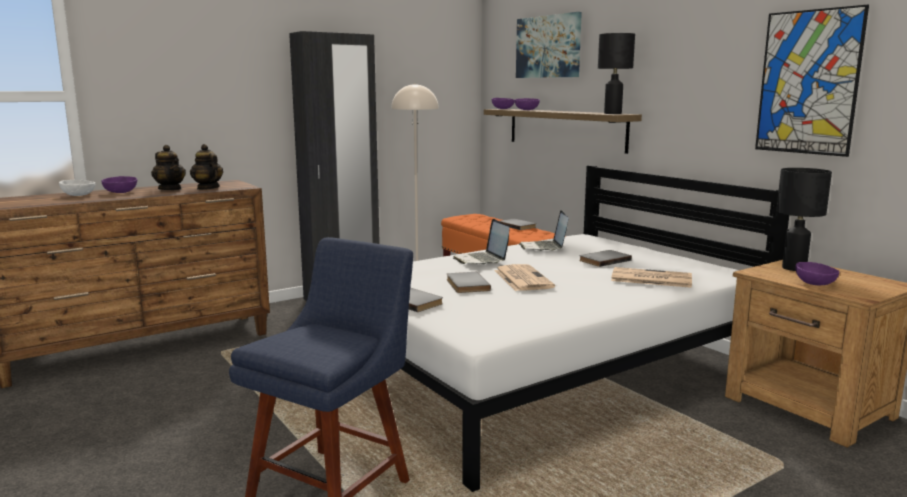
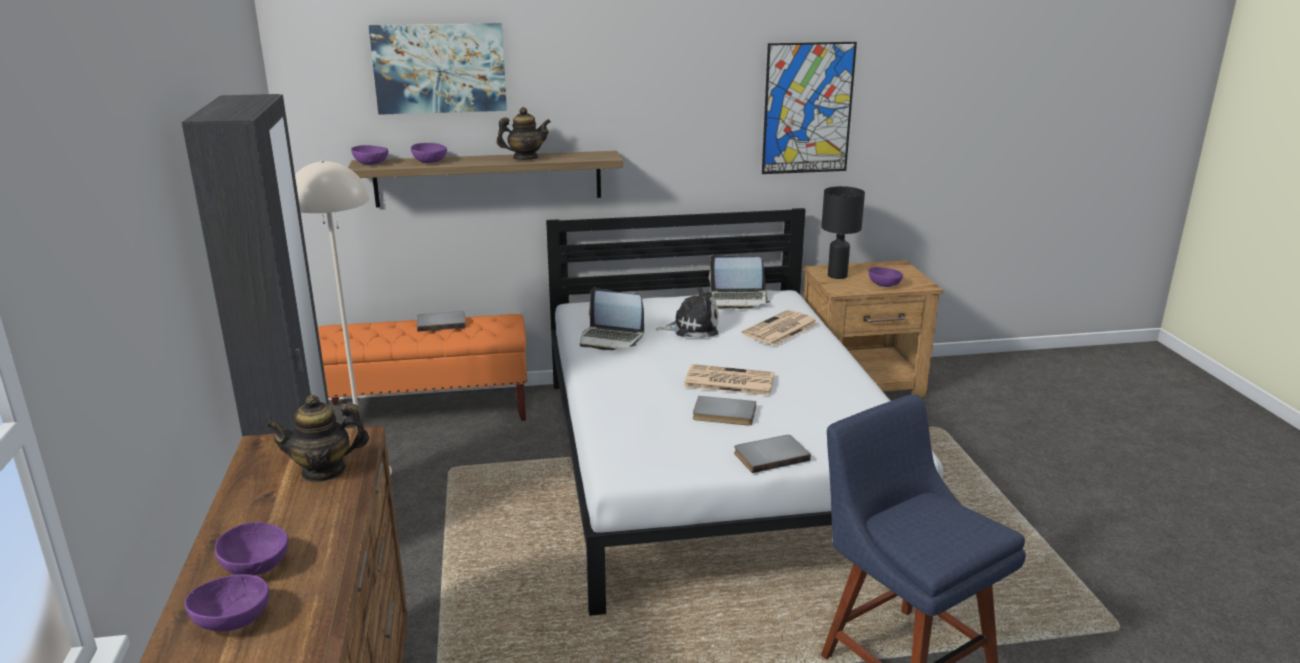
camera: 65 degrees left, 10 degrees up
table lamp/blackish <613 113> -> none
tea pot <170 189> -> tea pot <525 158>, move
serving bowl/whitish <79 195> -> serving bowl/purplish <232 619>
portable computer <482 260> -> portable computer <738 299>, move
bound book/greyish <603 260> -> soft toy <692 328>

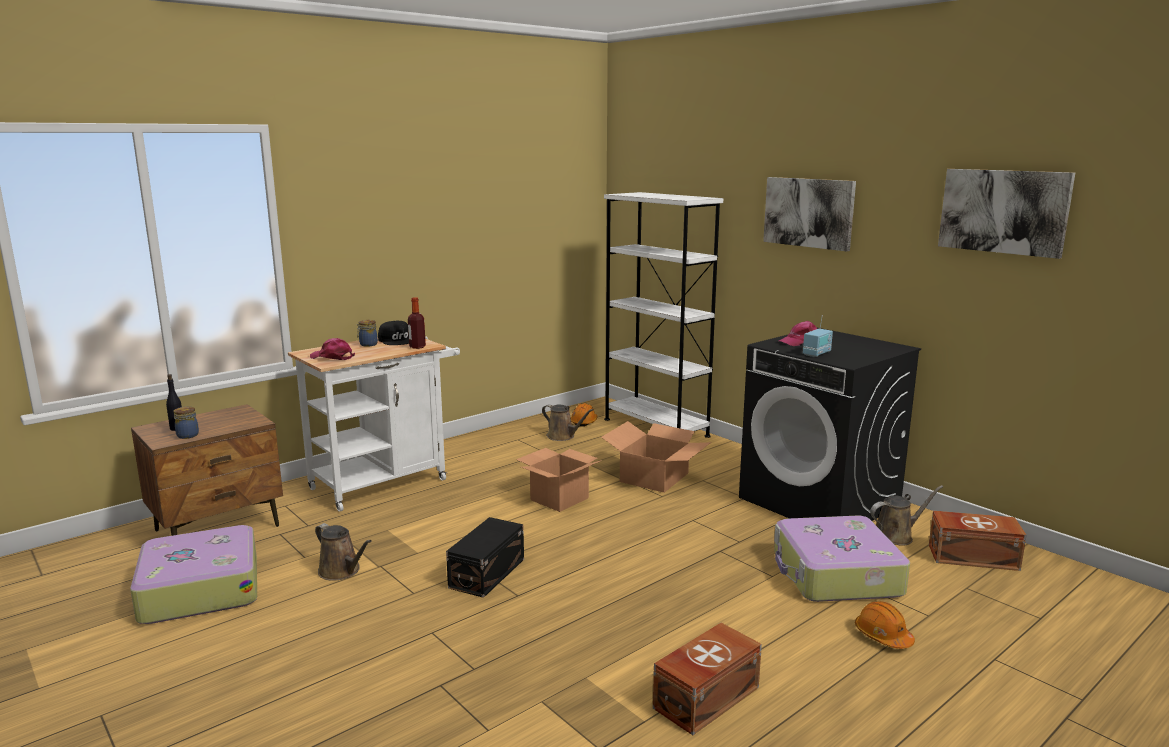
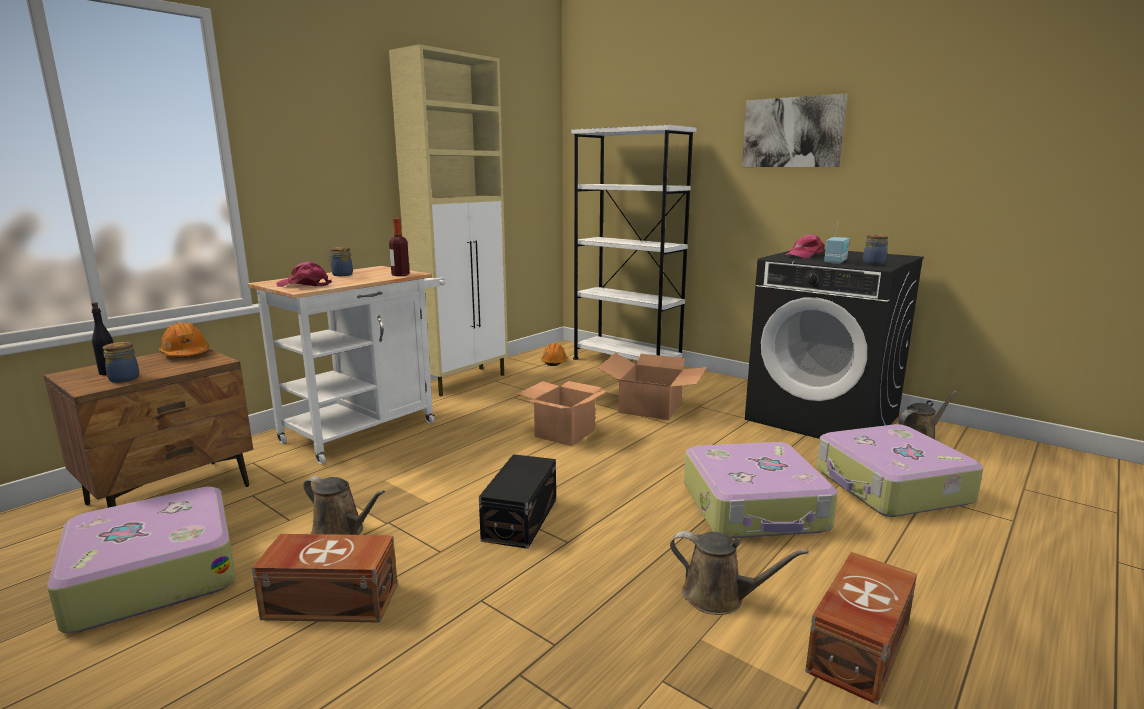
camera: 10 degrees left, 0 degrees up
wall art <1003 211> -> none
peaked cap/blackish <397 340> -> none
watering pot/brown <563 436> -> watering pot/brown <719 597>, move
storage container/brown <971 556> -> storage container/brown <330 600>, move
work helmet/orange <883 636> -> work helmet/orange <186 354>, move
none -> storage cabinet/beige-coloured <463 381>
none -> preserve jar <874 264>
none -> piece of luggage <755 507>

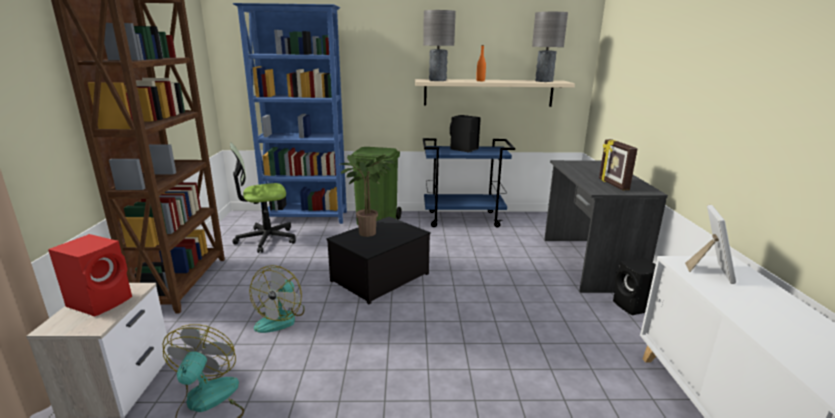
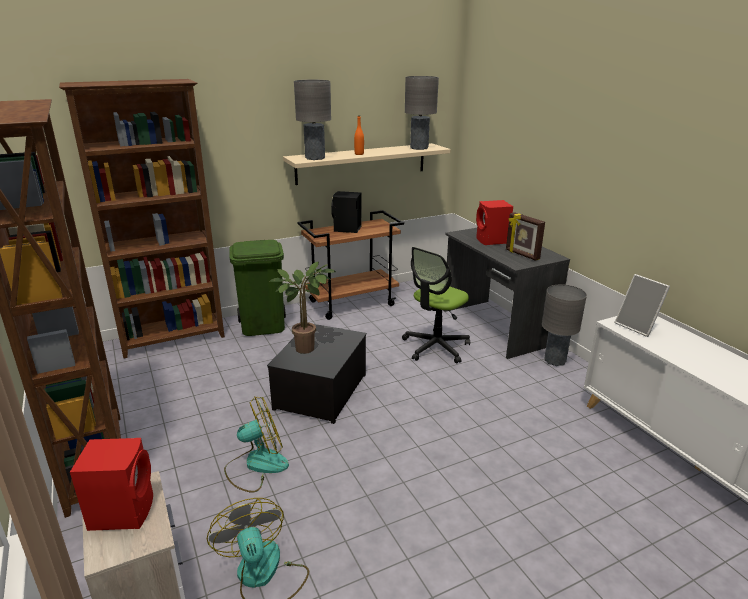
camera: 25 degrees left, 5 degrees up
bookcase/blue-coloured <307 217> -> bookcase/brown <173 338>
trolley/blue-coloured <463 219> -> trolley/brown <352 303>
office chair <266 239> -> office chair <435 347>, move
photo frame <709 271> -> photo frame <637 327>, 150 degrees clockwise
speaker/blackish <635 306> -> table lamp/greyish <555 361>
electric fan <281 318> -> electric fan <256 465>, 105 degrees counterclockwise
none -> speaker/red-coloured <492 241>

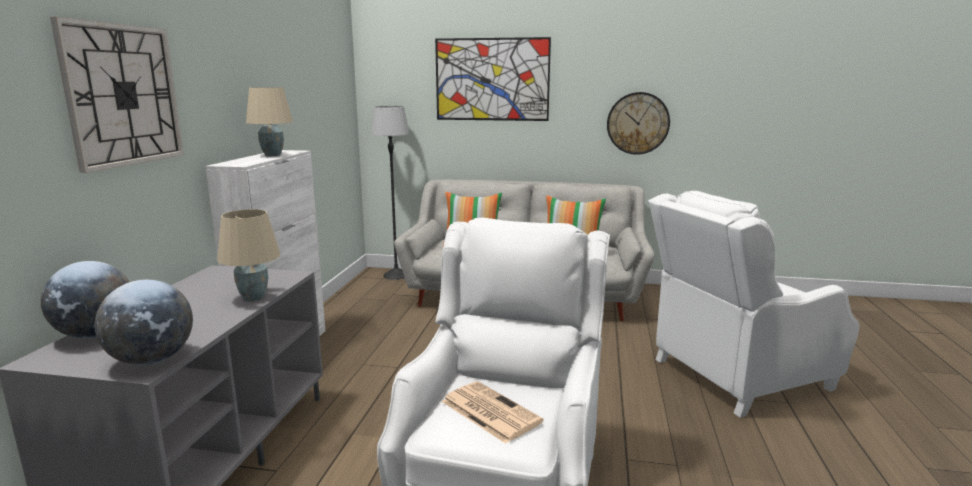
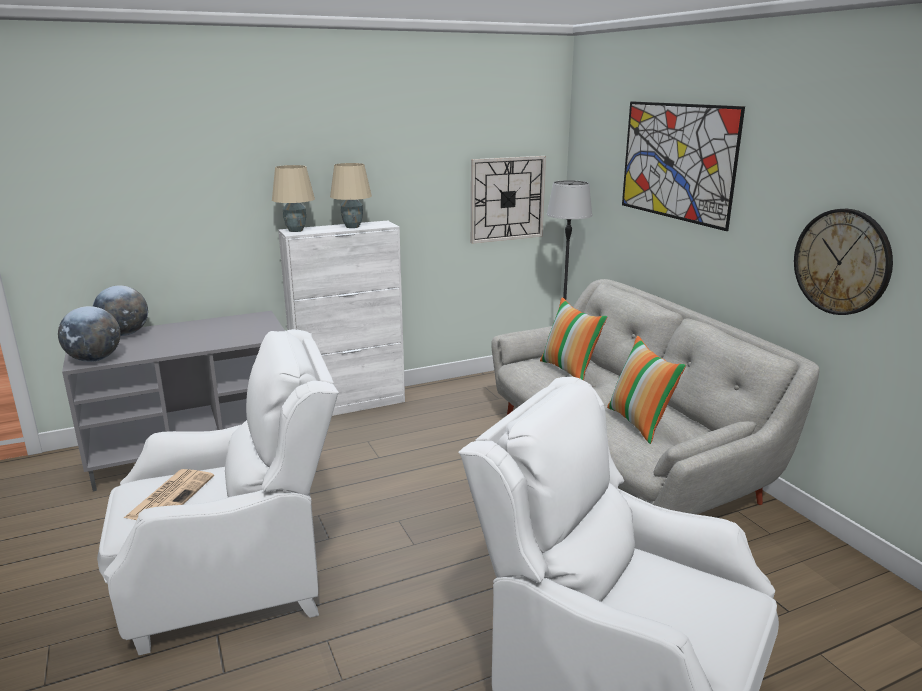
camera: 55 degrees right, 5 degrees up
clock on the wall <123 95> -> clock on the wall <507 199>, move
table lamp/beige-coloured <254 298> -> table lamp/beige-coloured <295 230>, move

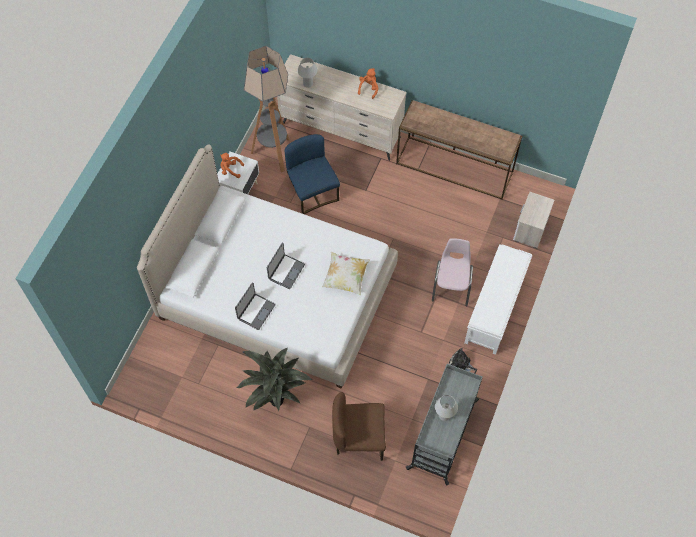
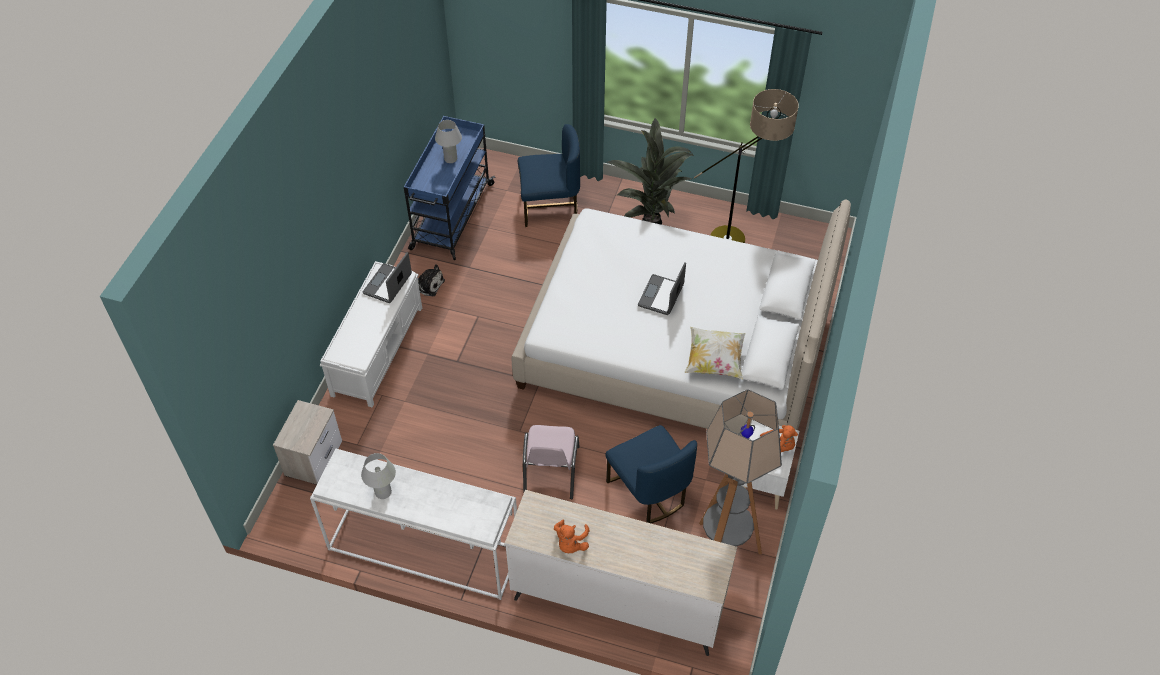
camera: 175 degrees right, 10 degrees down
table lamp/whitish <308 84> -> table lamp/whitish <383 492>, move
narrow table/brown <455 167> -> narrow table/whitish <422 550>
upright chair/pinkish <452 285> -> upright chair/pinkish <550 471>, move
cushion <345 278> -> cushion <714 361>, move
portable computer <255 311> -> portable computer <388 284>, move
trolley/greyish <443 433> -> trolley/blue-coloured <451 217>
upright chair/brown <359 439> -> upright chair/blue-coloured <549 206>
none -> standard lamp <741 239>

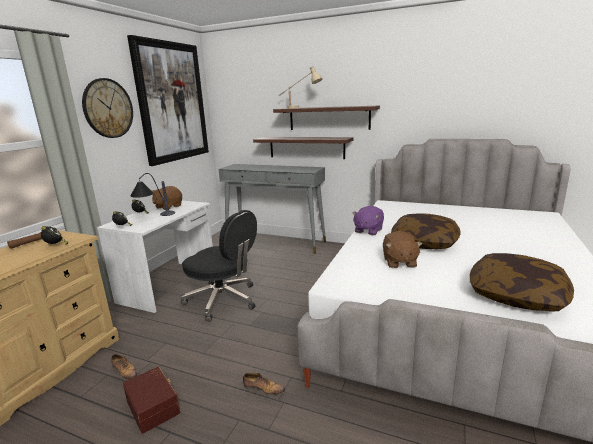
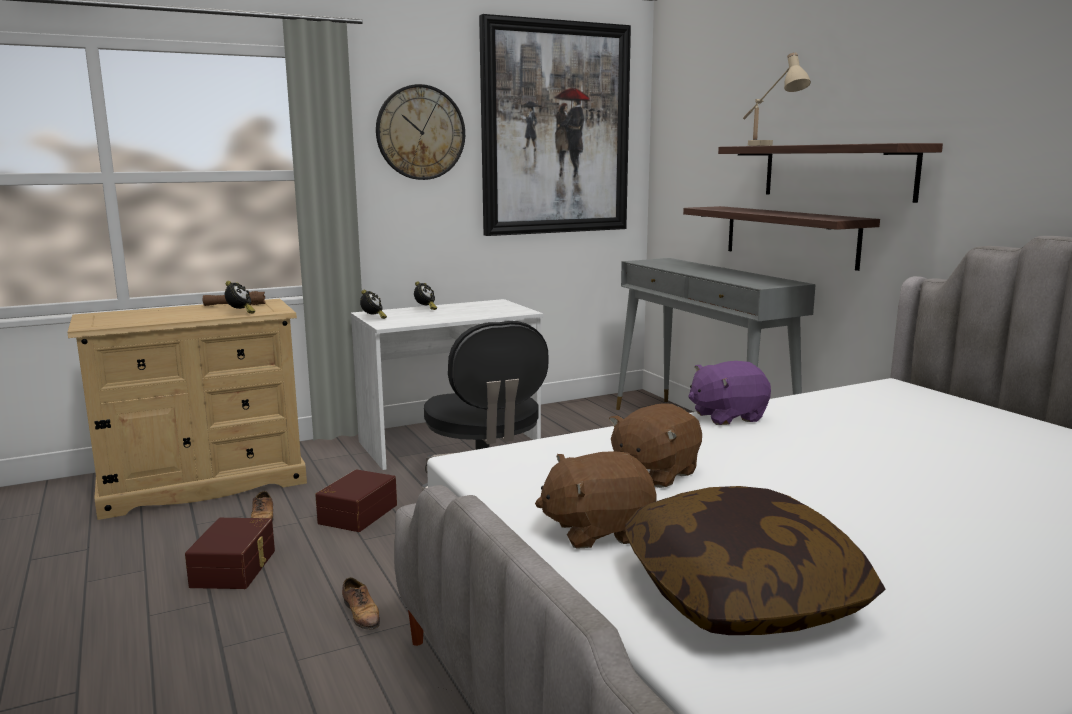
camera: 40 degrees right, 5 degrees down
table lamp <155 217> -> none
soft toy/brown <168 207> -> soft toy/brown <597 531>, move
cushion <424 242> -> none
none -> storage container/brown <356 514>

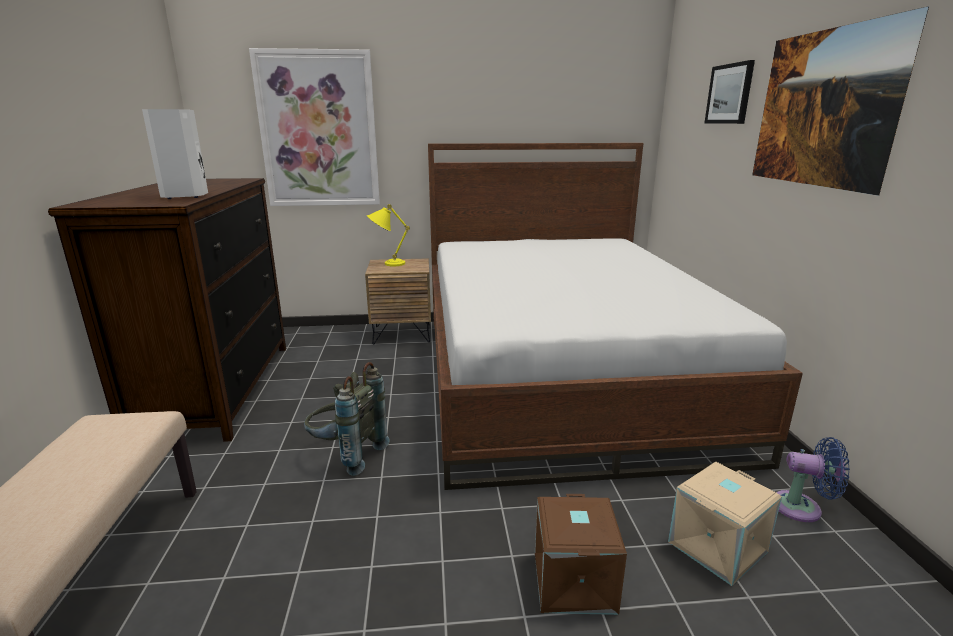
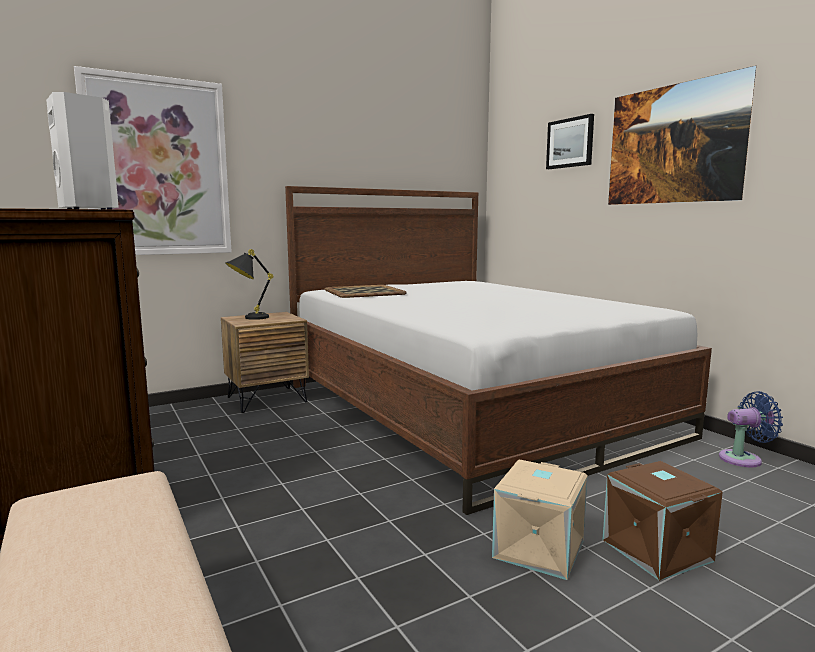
camera: 25 degrees left, 10 degrees down
table lamp/yellow-coloured <387 264> -> table lamp/blackish <248 318>
rucksack/greyish <346 455> -> none
storage container/beige-coloured <718 548> -> storage container/beige-coloured <540 550>, move
none -> serving tray <364 292>

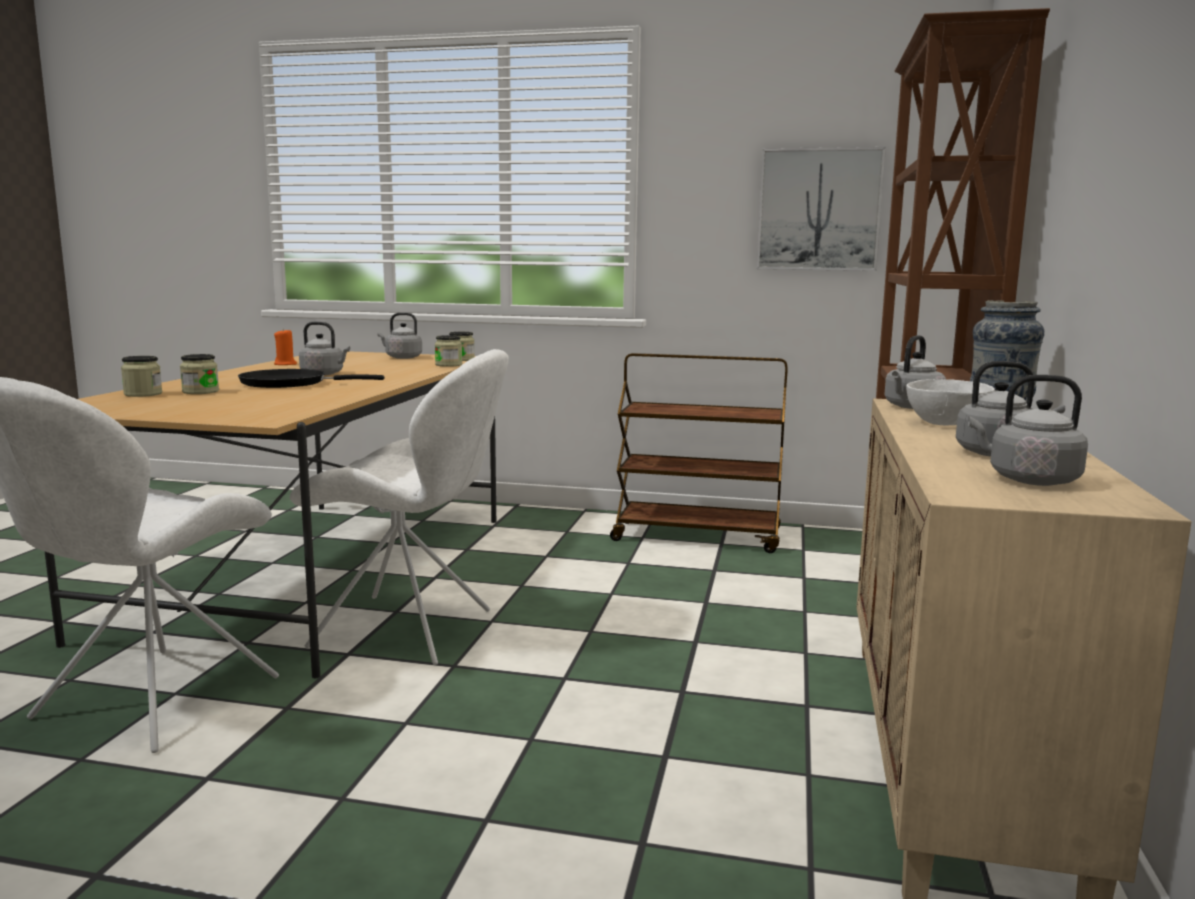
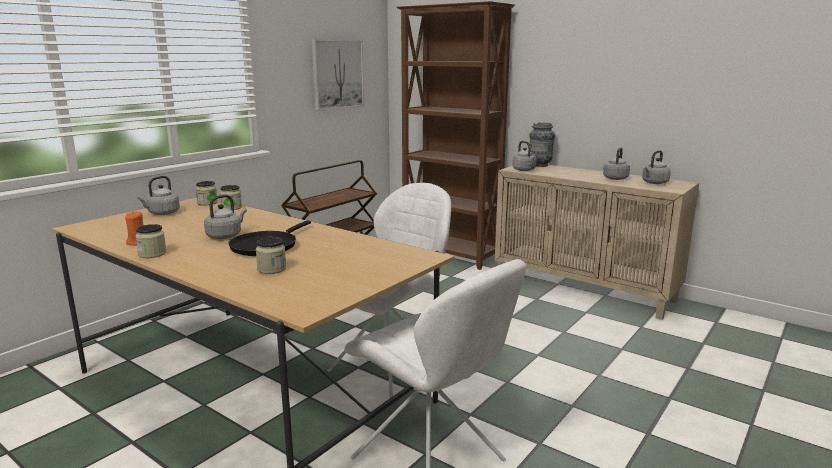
camera: 65 degrees left, 5 degrees up
preserve jar <143 394> -> preserve jar <152 254>, move
serving bowl/whitish <947 423> -> none

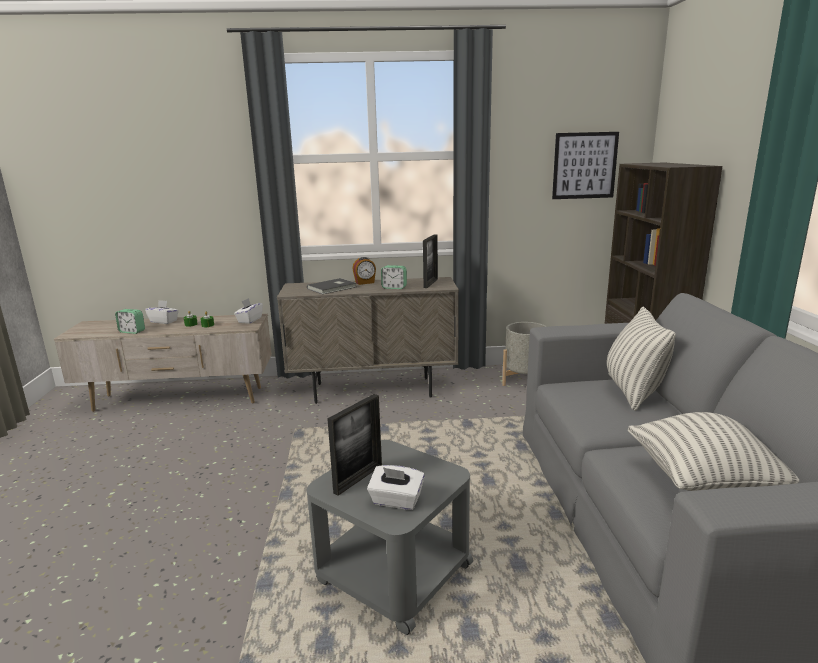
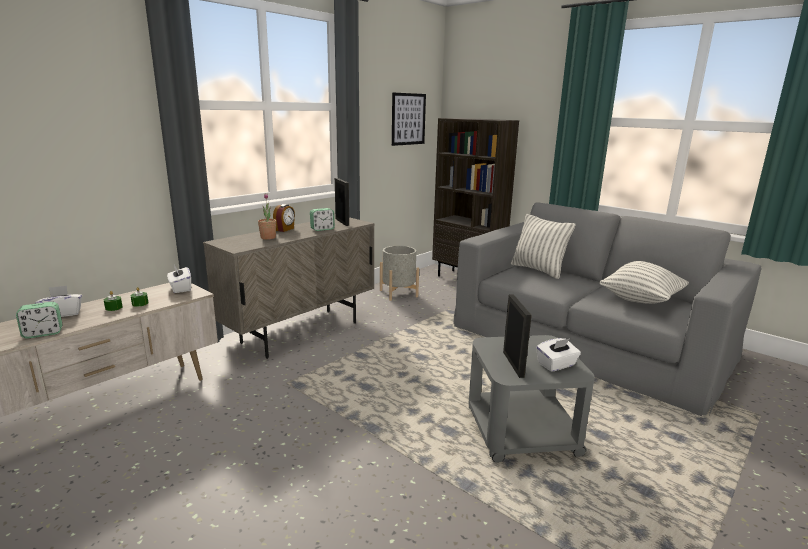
camera: 45 degrees left, 0 degrees up
bound book/greyish <333 288> -> plant in a pot <268 237>

